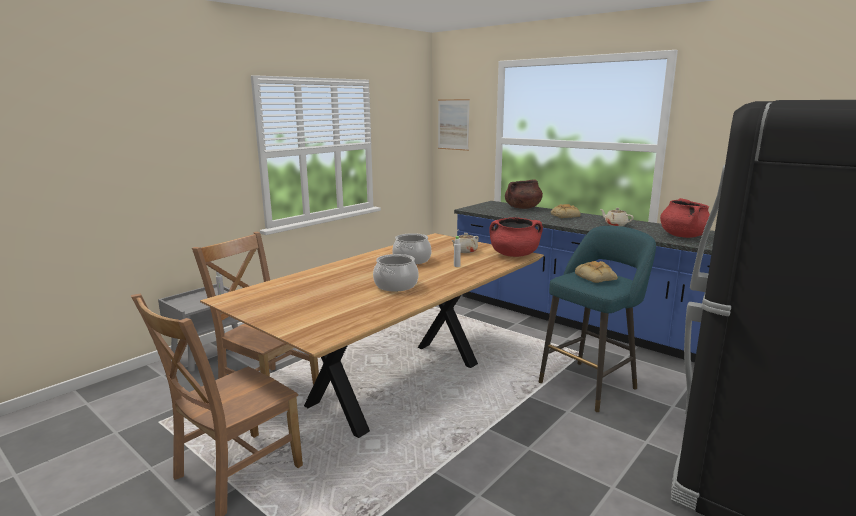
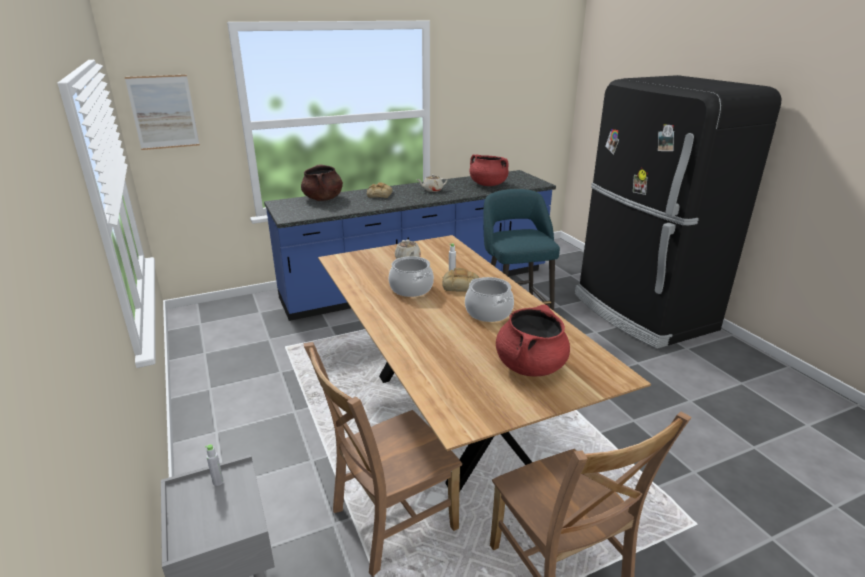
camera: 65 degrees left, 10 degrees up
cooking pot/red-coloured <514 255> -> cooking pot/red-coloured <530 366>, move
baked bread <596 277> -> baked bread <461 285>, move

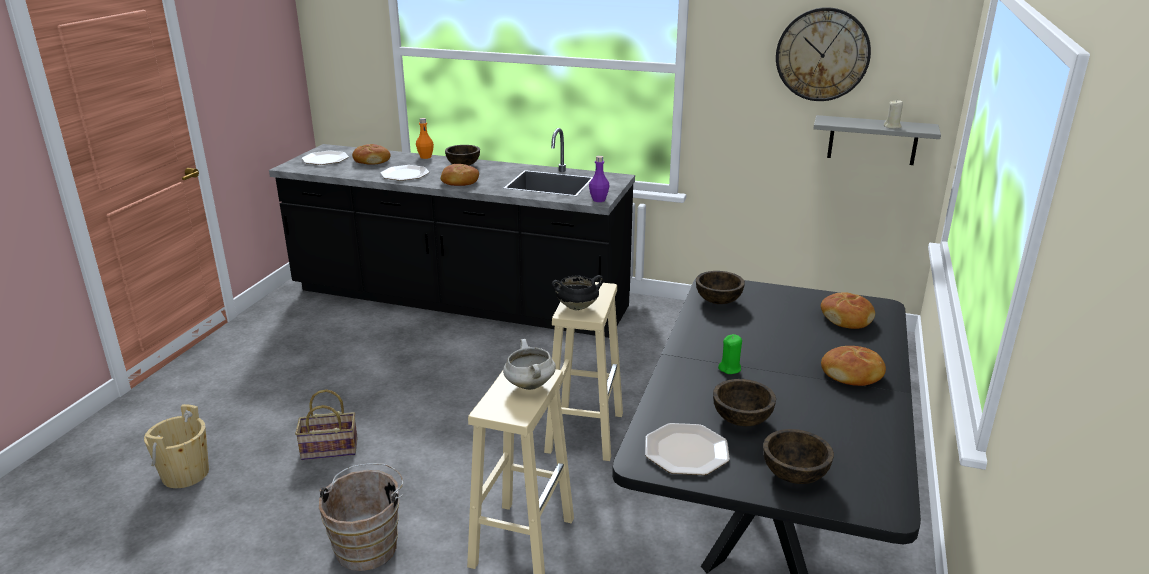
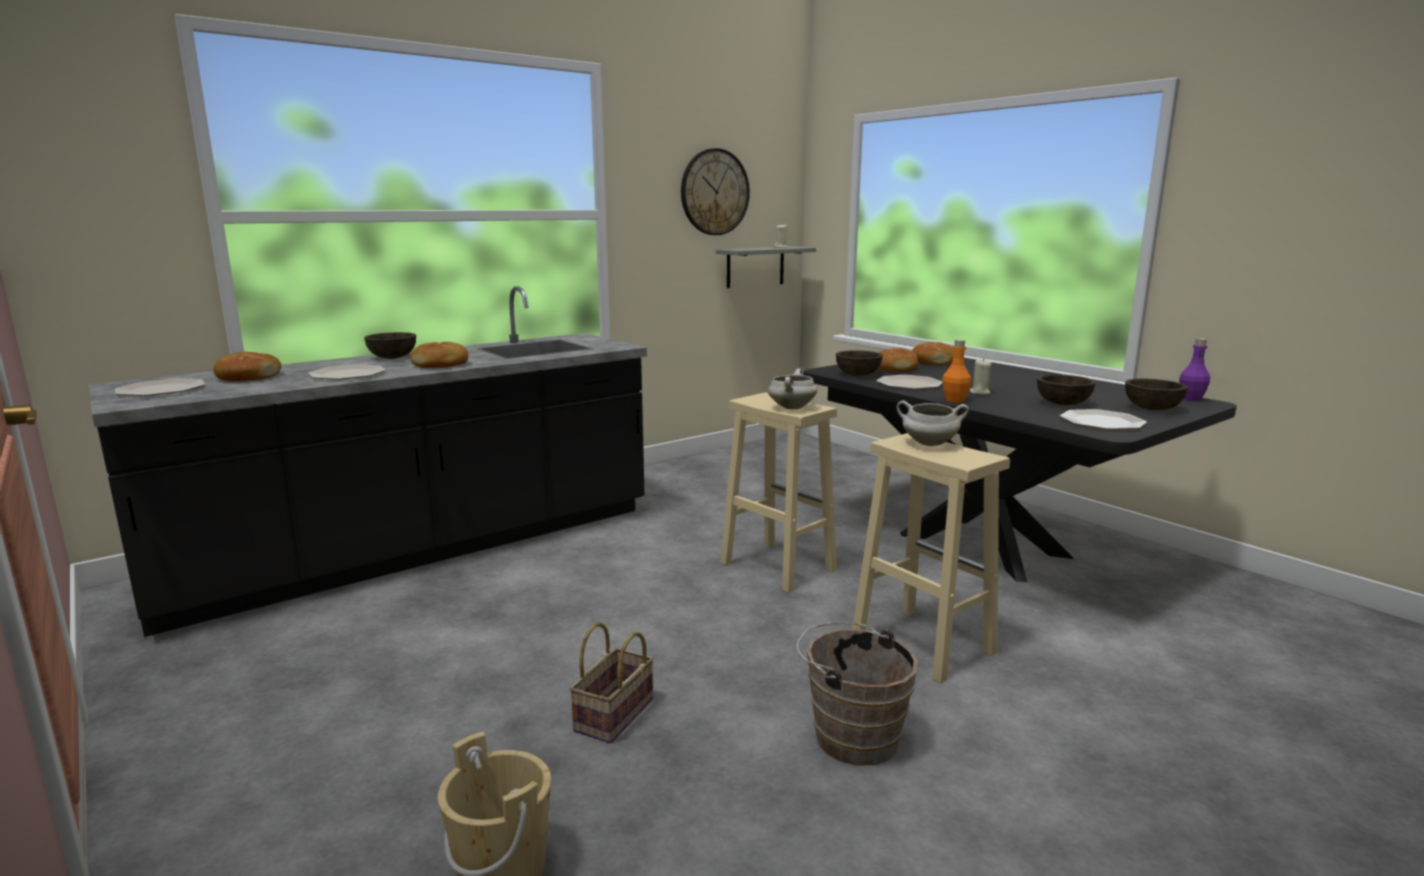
camera: 55 degrees left, 10 degrees down
bottle/orange <425 157> -> bottle/orange <954 400>, move
bottle/purplish <599 200> -> bottle/purplish <1191 399>, move
cooking pot/blackish <577 306> -> cooking pot/whitish <791 407>
candle/greenish <730 368> -> candle/beige-coloured <979 392>
baked bread <853 374> -> baked bread <896 368>, move
none -> dinner plate <908 384>

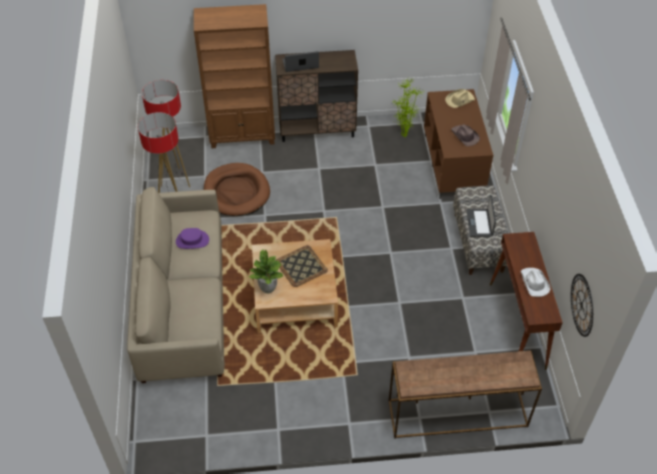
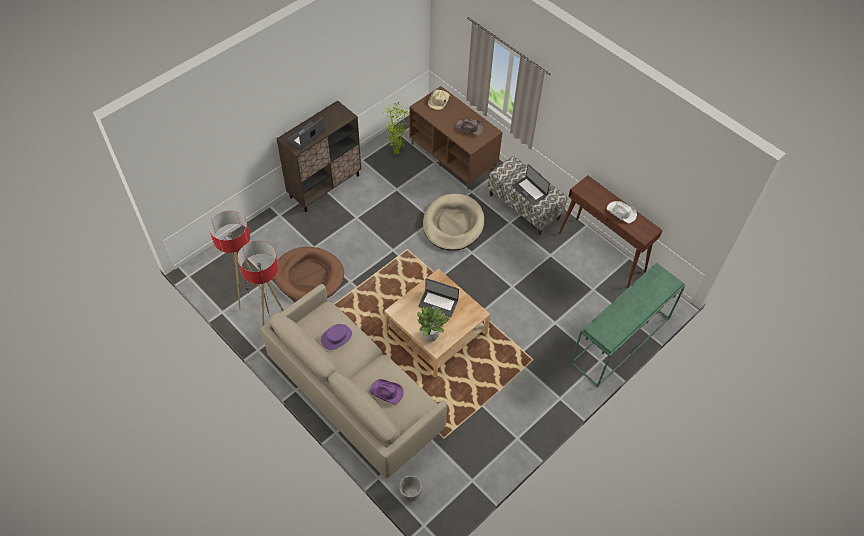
camera: 40 degrees left, 5 degrees up
bookcase/brown <243 136> -> none
serving tray <301 266> -> portable computer <438 303>
clock on the wall <582 305> -> none
narrow table/brown <456 414> -> narrow table/greenish <620 341>
none -> pet bed/beige-coloured <453 224>
none -> wearable hat/purplish <387 392>
none -> planter <410 494>

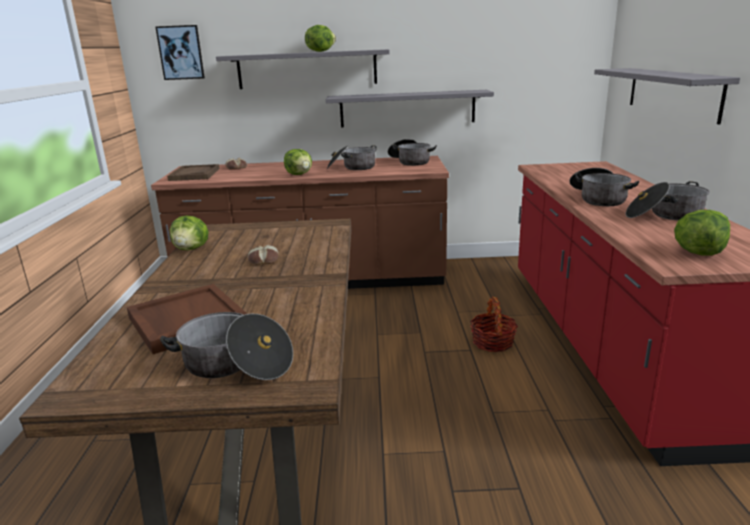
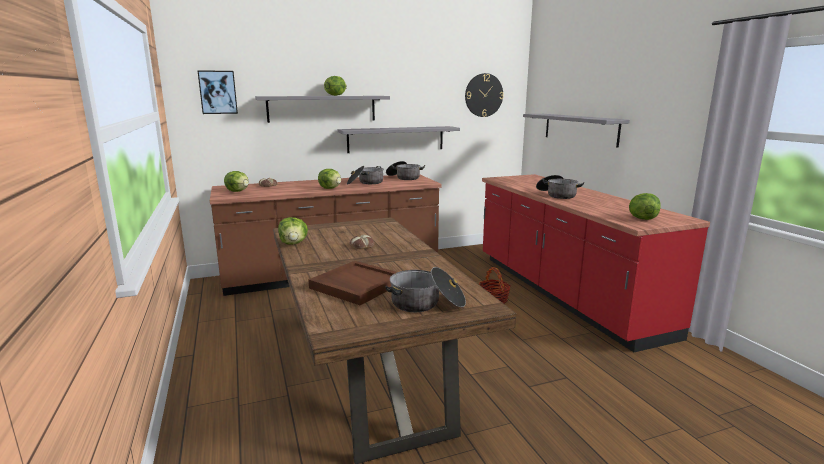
camera: 20 degrees left, 5 degrees down
serving tray/brown <194 174> -> head of lettuce <238 191>
cooking pot <664 215> -> none
none -> clock on the wall <483 95>

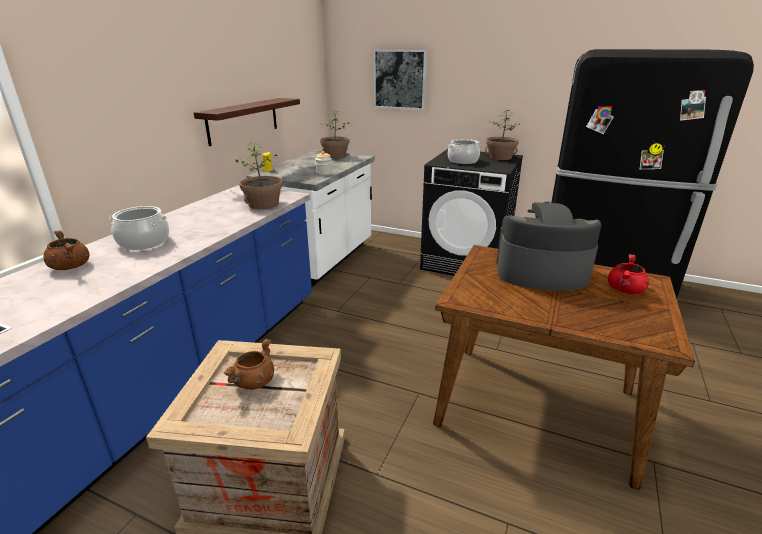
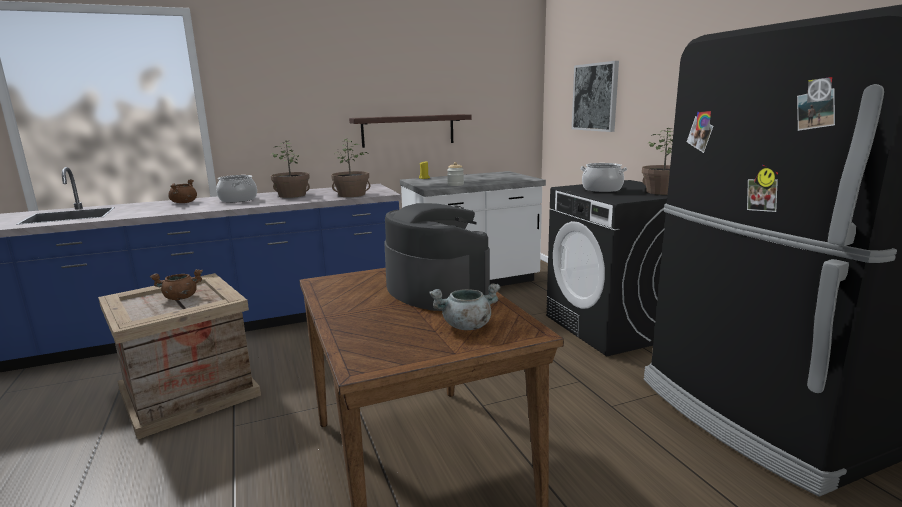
camera: 45 degrees right, 10 degrees down
plant in a pot <335 156> -> plant in a pot <292 195>, move
cooking pot/red-coloured <625 290> -> cooking pot/greyish <466 326>

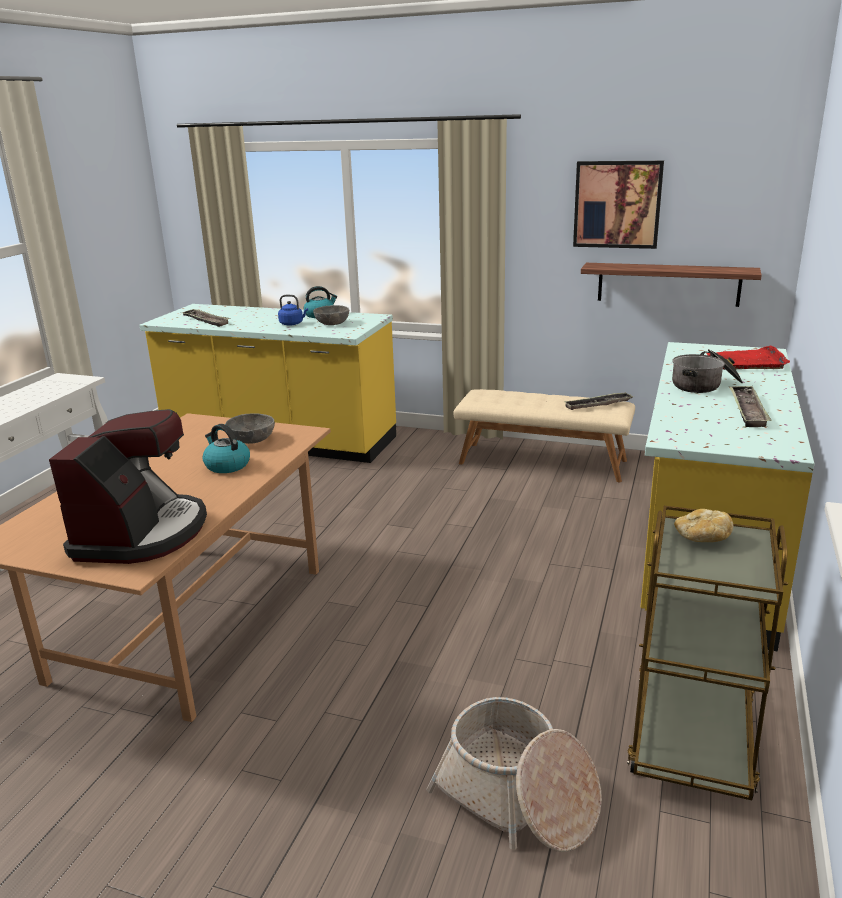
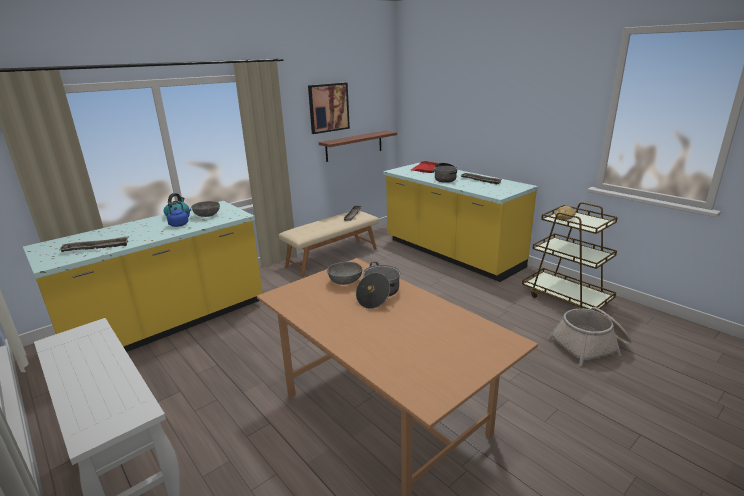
camera: 60 degrees left, 0 degrees up
coffee machine <142 533> -> none
kettle <226 465> -> cooking pot <378 294>

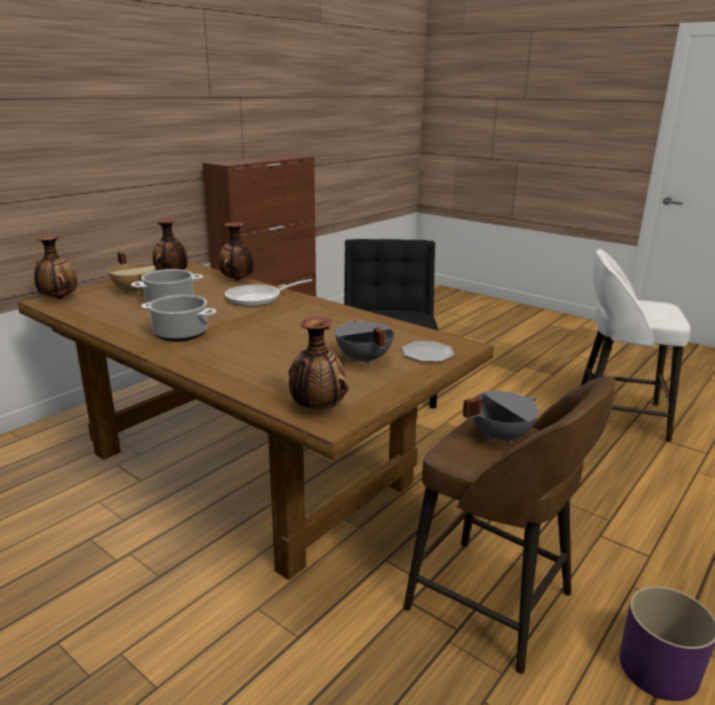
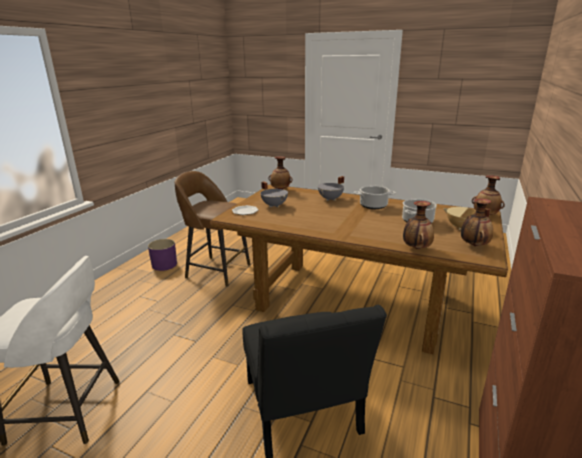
camera: 165 degrees right, 0 degrees up
frying pan <259 298> -> none
cooking pot/greyish <499 435> -> cooking pot/greyish <331 199>, move

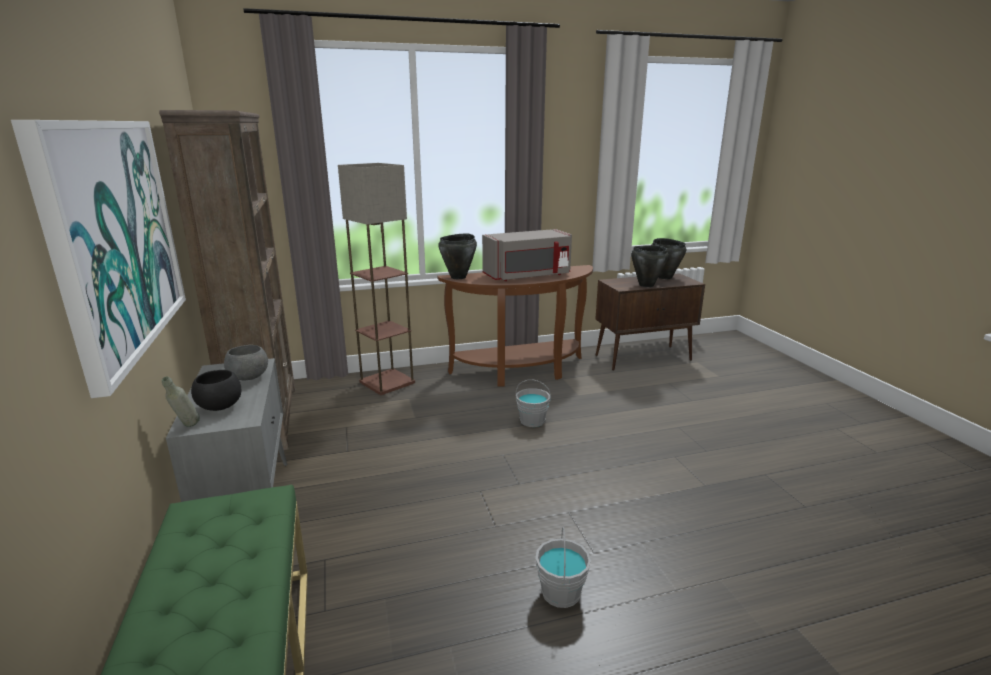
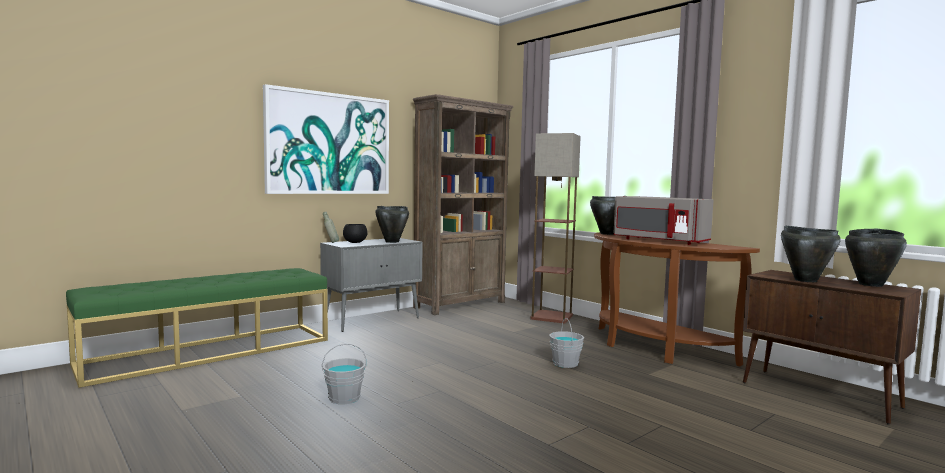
camera: 65 degrees right, 15 degrees down
serving bowl/greyish <249 378> -> cooking pot/blackish <391 242>

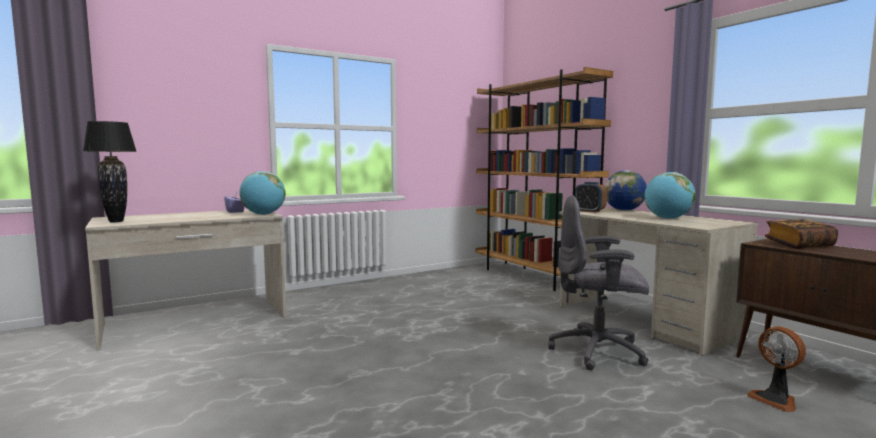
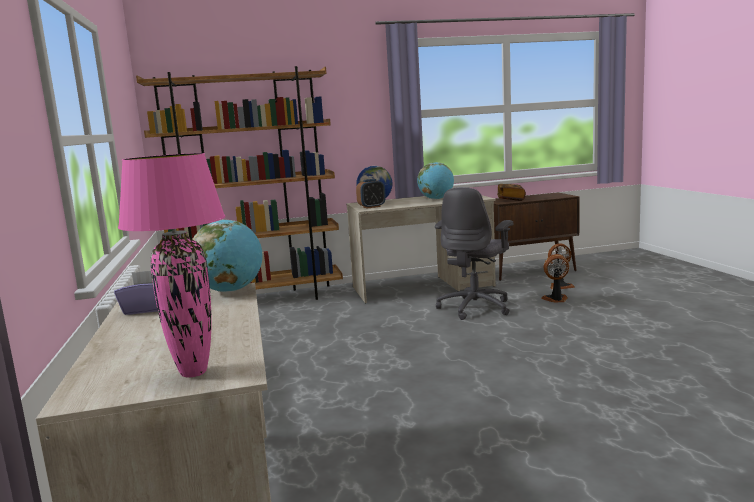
camera: 70 degrees left, 5 degrees up
table lamp/blackish <116 221> -> table lamp/pinkish <194 372>
none -> electric fan <556 299>

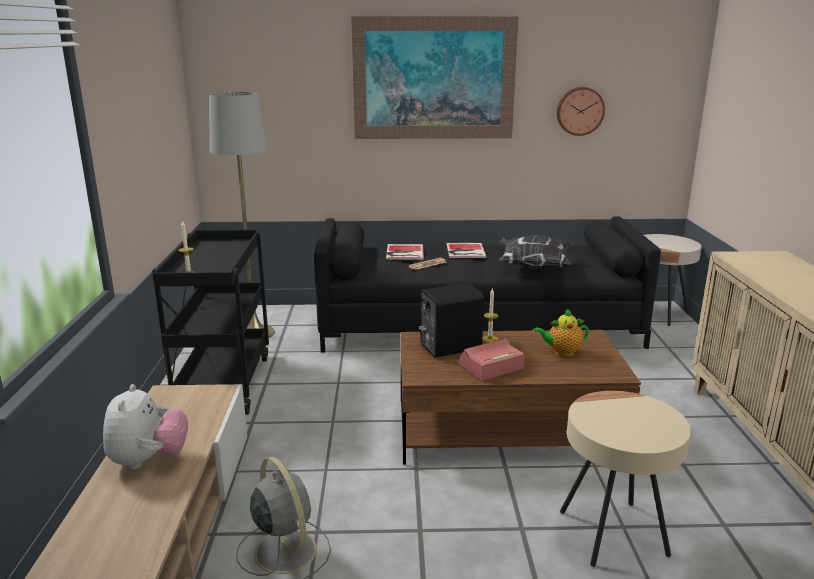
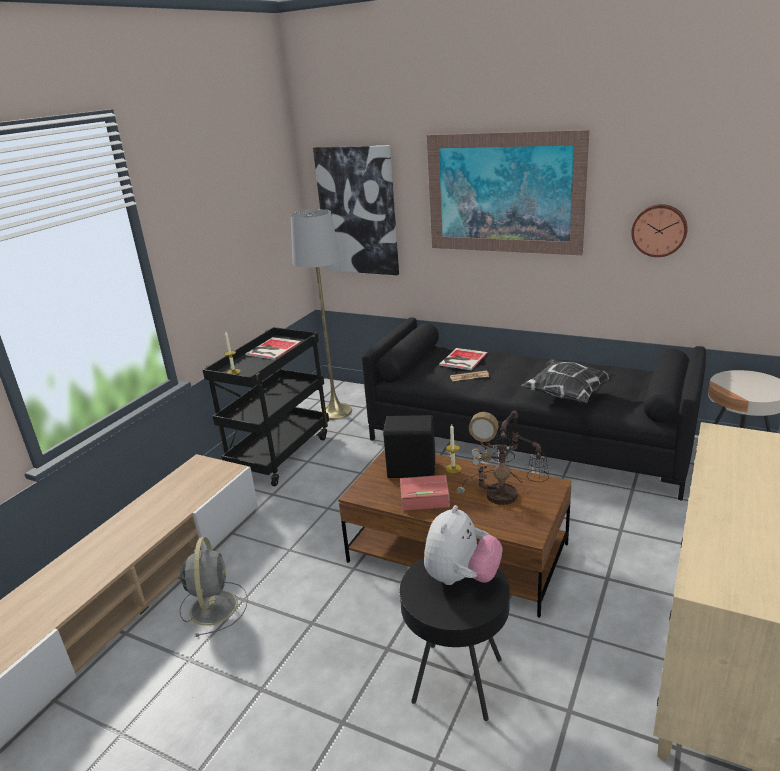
camera: 30 degrees right, 5 degrees up
bound book <465 251> -> bound book <272 349>, move
tea pot <561 352> -> table lamp <503 497>
soft toy <148 460> -> soft toy <461 578>, move
accent table/beige-coloured <613 533> -> accent table/blackish <457 680>
none -> wall art <358 211>

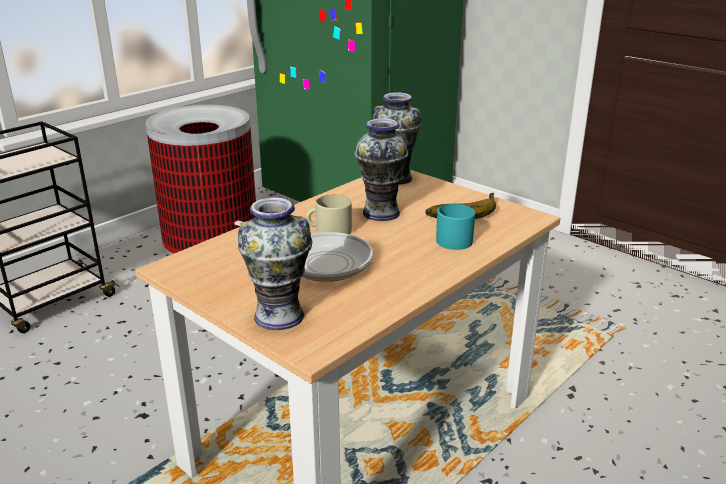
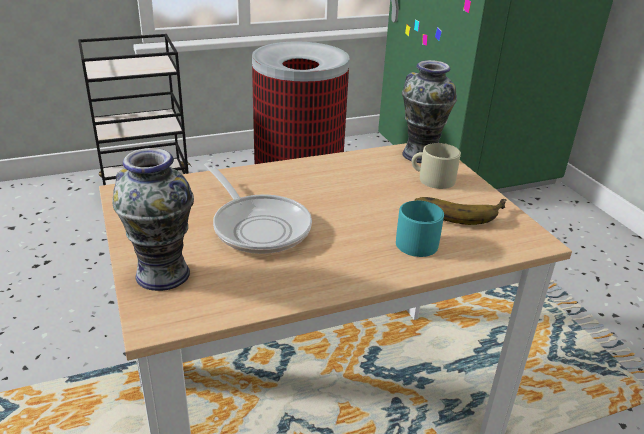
camera: 25 degrees right, 5 degrees up
flower vase <382 213> -> none
tea mug/beige-coloured <329 231> -> tea mug/beige-coloured <432 179>, move

